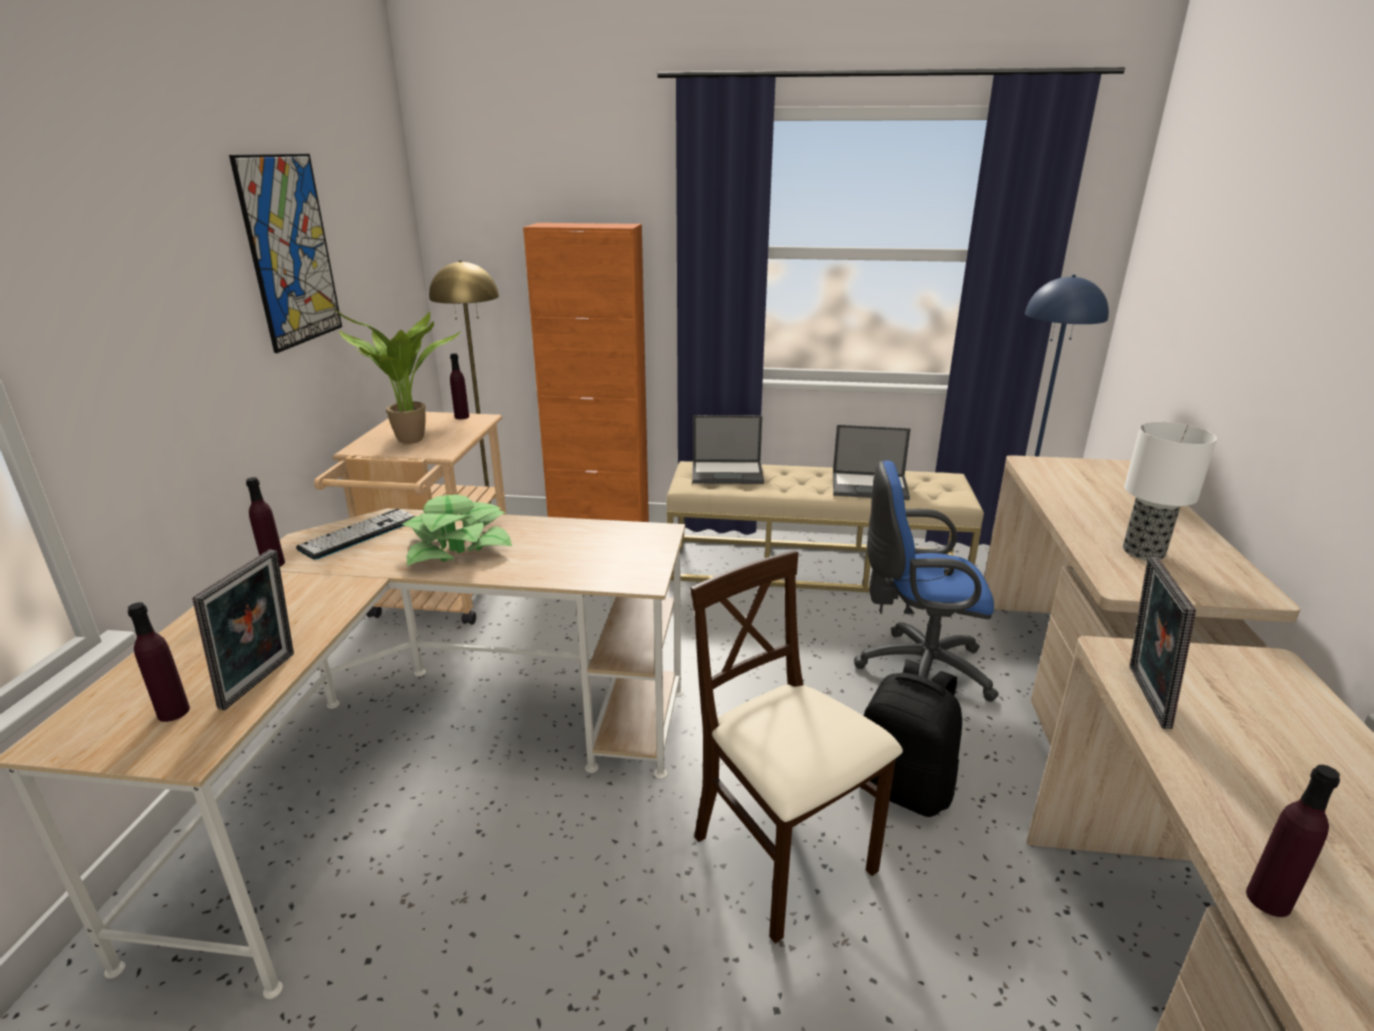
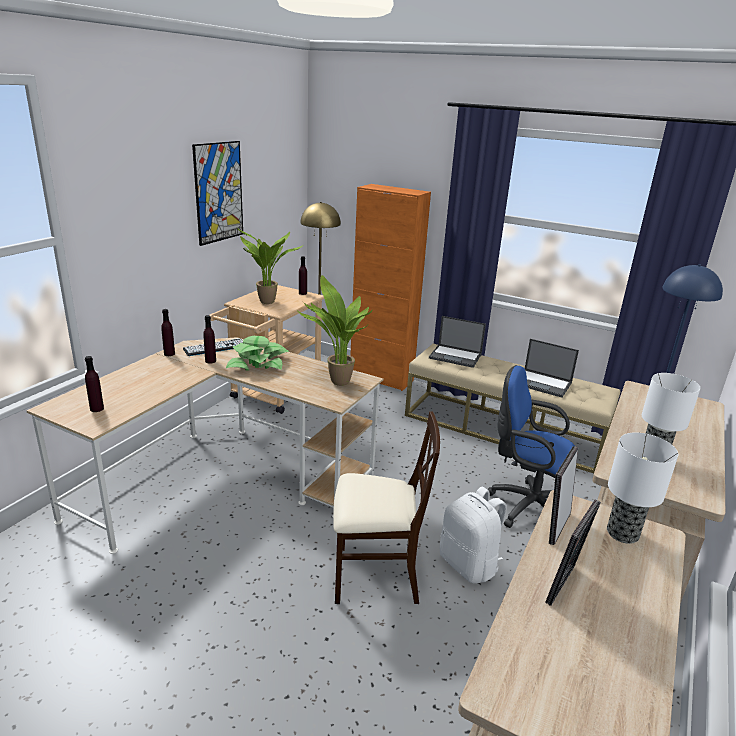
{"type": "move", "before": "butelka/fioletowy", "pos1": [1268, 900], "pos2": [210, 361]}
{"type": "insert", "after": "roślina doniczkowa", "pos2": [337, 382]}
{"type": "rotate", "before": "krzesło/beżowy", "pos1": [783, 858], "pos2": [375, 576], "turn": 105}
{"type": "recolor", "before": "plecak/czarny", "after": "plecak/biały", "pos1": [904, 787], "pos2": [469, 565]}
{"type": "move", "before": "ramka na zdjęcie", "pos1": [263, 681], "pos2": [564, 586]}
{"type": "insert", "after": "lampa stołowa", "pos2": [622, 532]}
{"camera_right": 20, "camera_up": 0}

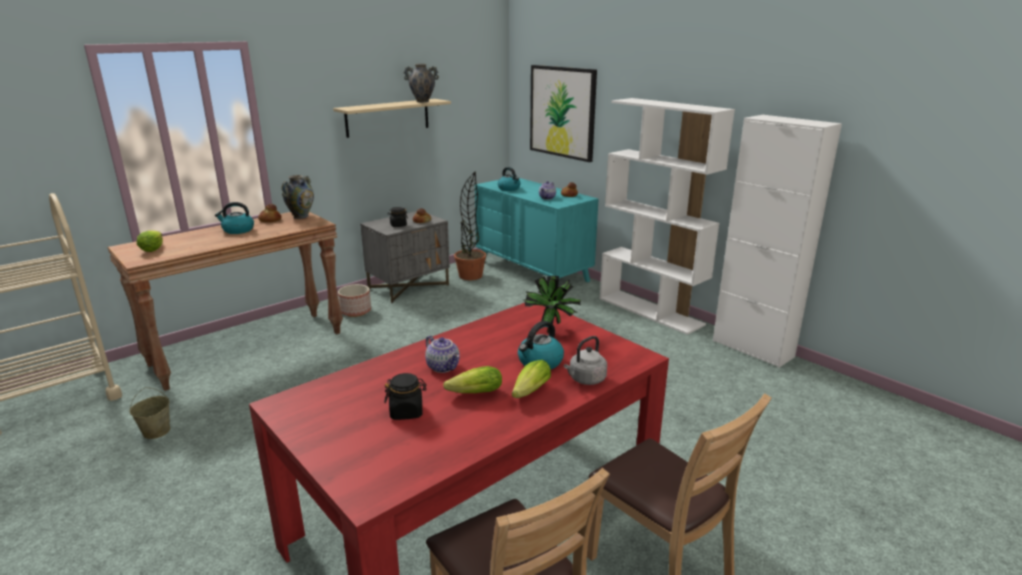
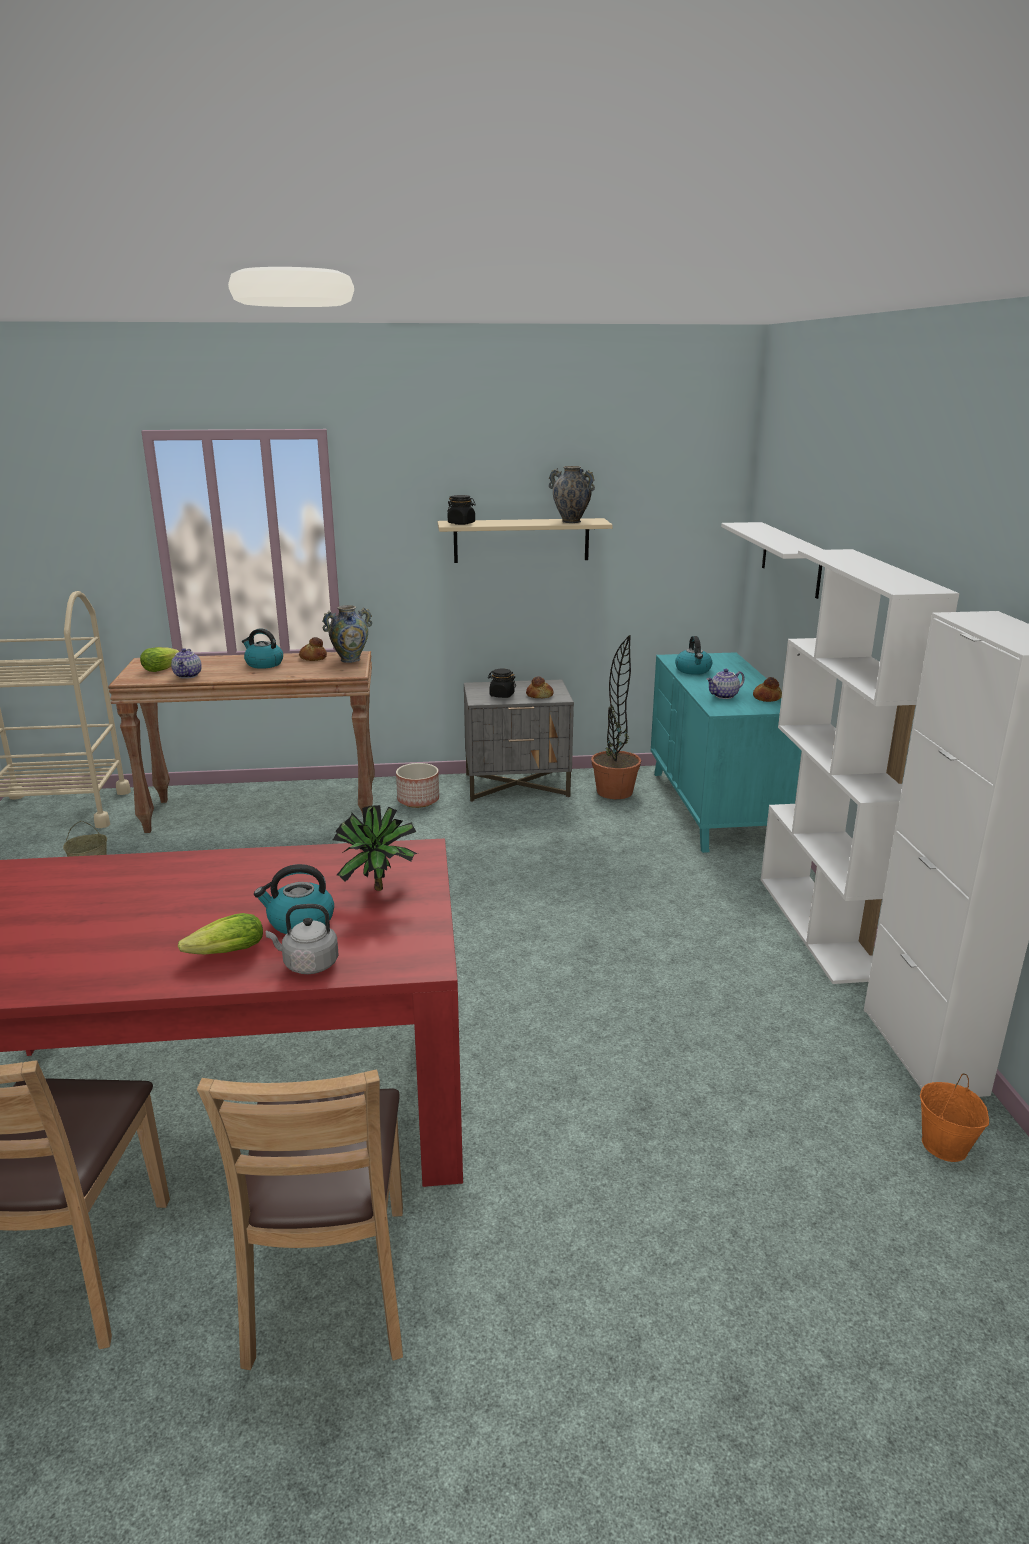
{"type": "move", "before": "imbryk", "pos1": [444, 367], "pos2": [188, 675]}
{"type": "move", "before": "słoik/czarny", "pos1": [406, 412], "pos2": [461, 523]}
{"type": "replace", "before": "obraz", "after": "półka/biały", "pos1": [562, 112], "pos2": [791, 559]}
{"type": "insert", "after": "wiadro/pomarańczowy", "pos2": [945, 1146]}
{"type": "delete", "before": "sałata", "pos1": [472, 394]}
{"camera_right": 35, "camera_up": 0}

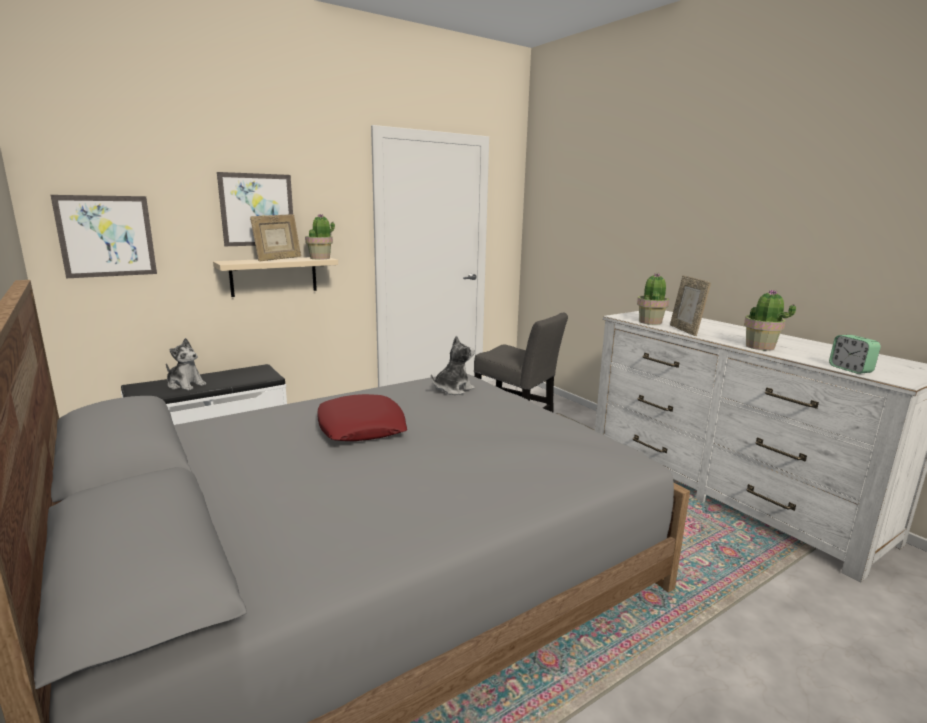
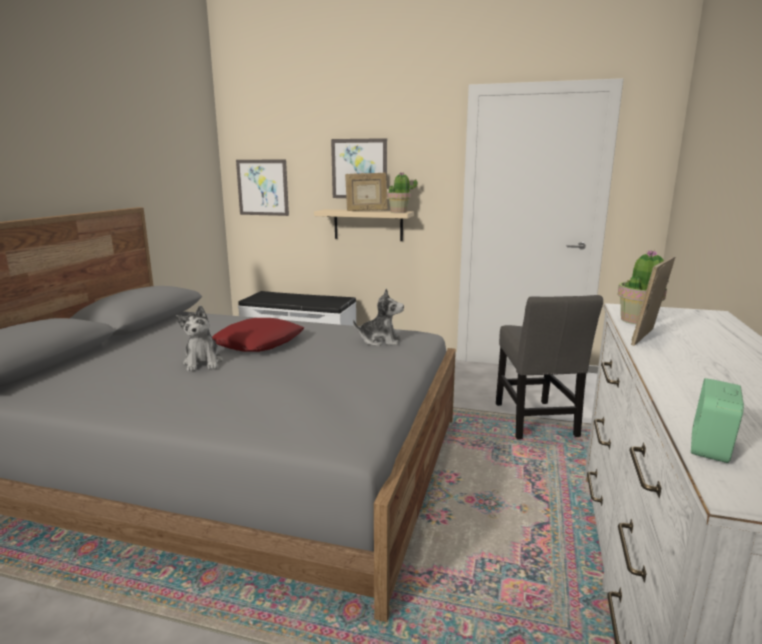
{"type": "move", "before": "pluszak", "pos1": [185, 385], "pos2": [203, 363]}
{"type": "delete", "before": "roślina doniczkowa", "pos1": [760, 347]}
{"camera_right": 50, "camera_up": 0}

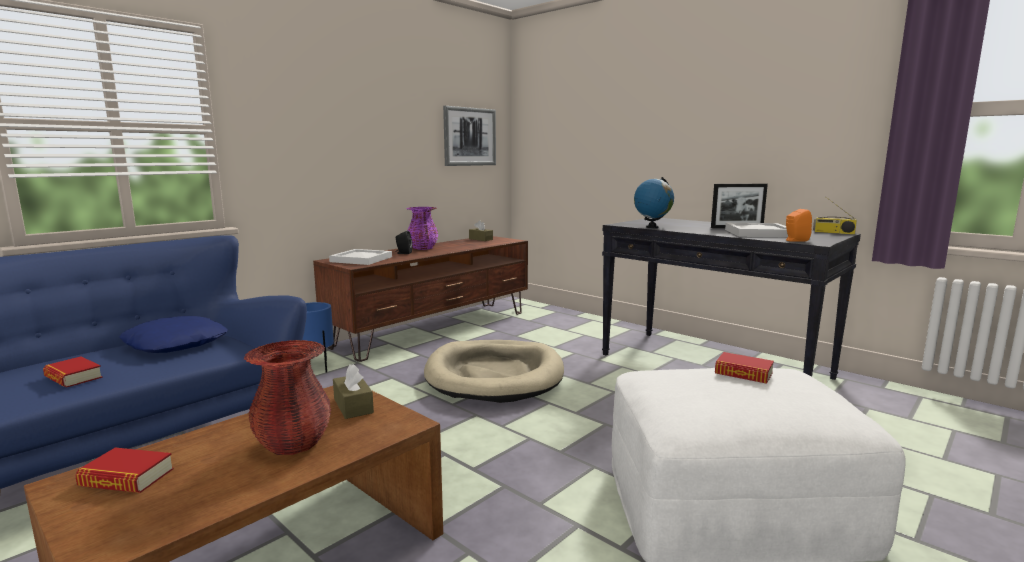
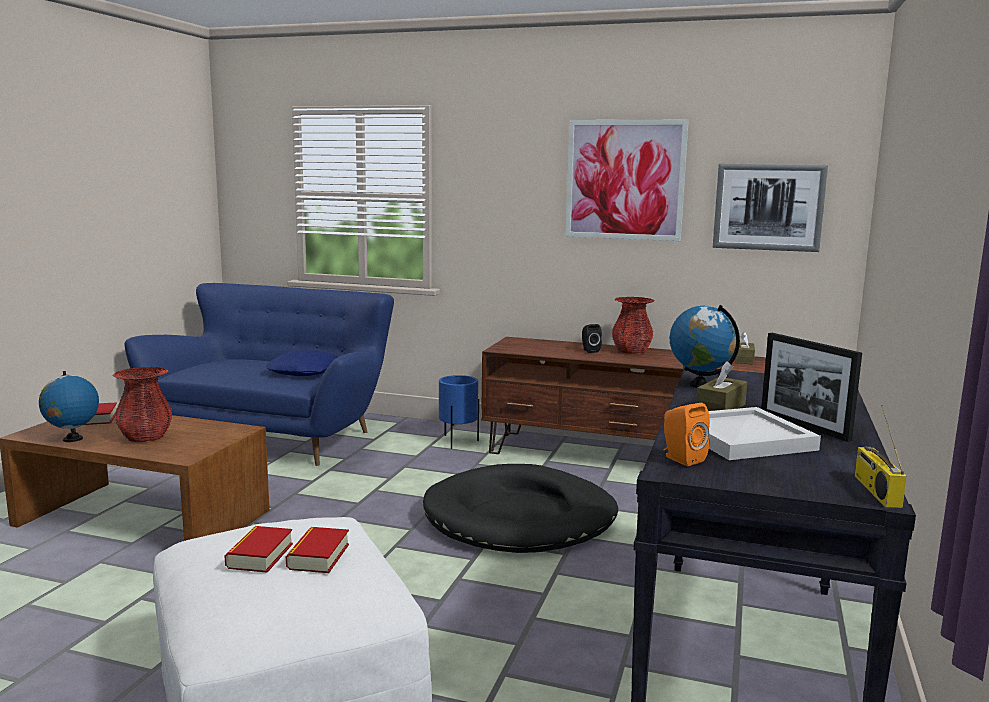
{"type": "insert", "after": "globus", "pos2": [72, 439]}
{"type": "move", "before": "książka", "pos1": [73, 377], "pos2": [260, 556]}
{"type": "recolor", "before": "legowisko/beżowy", "after": "legowisko/czarny", "pos1": [494, 375], "pos2": [520, 517]}
{"type": "insert", "after": "obraz", "pos2": [625, 180]}
{"type": "recolor", "before": "wazon/fioletowy", "after": "wazon/czerwony", "pos1": [422, 248], "pos2": [631, 351]}
{"type": "move", "before": "pudełko chusteczek/brązowy", "pos1": [353, 406], "pos2": [720, 408]}
{"type": "delete", "before": "taca/biały", "pos1": [361, 259]}
{"camera_right": 65, "camera_up": 0}

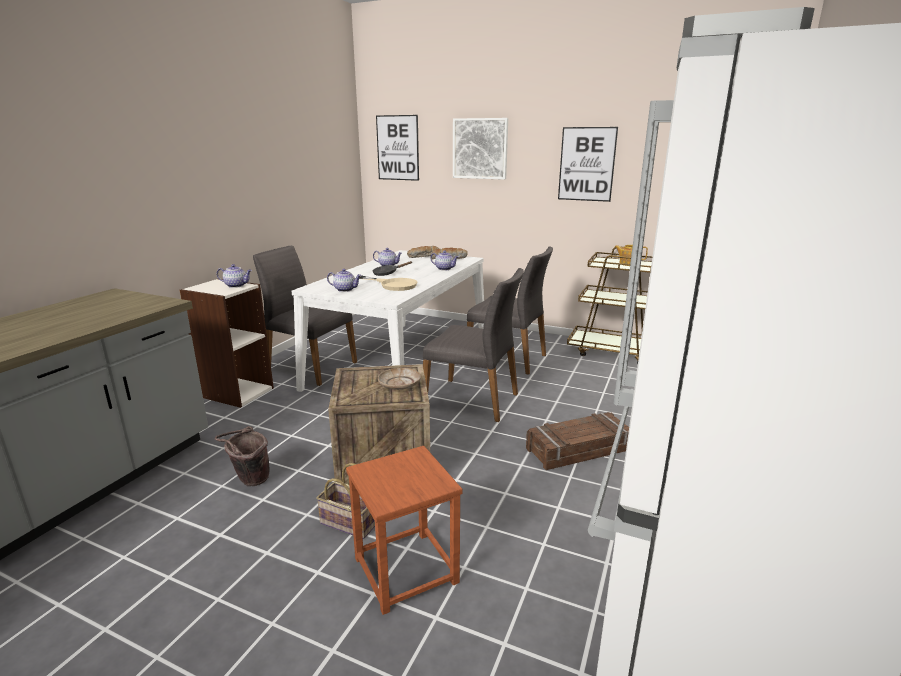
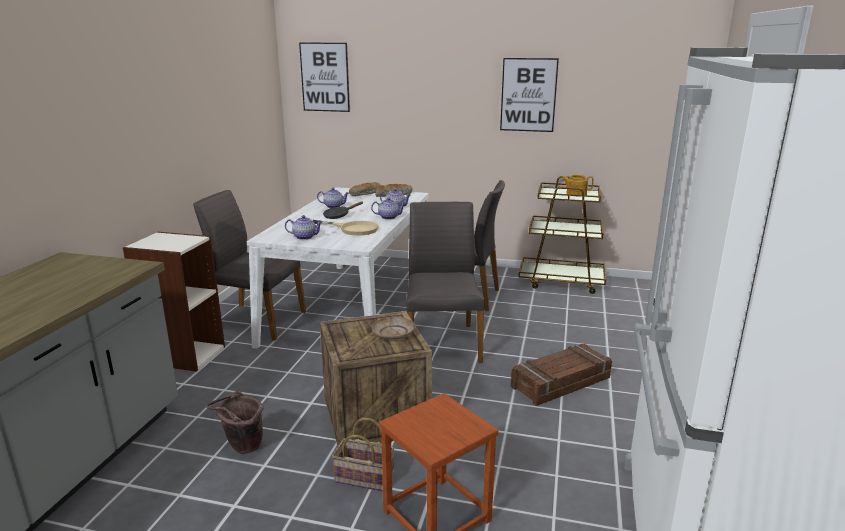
{"type": "move", "before": "imbryk", "pos1": [236, 285], "pos2": [389, 217]}
{"type": "rotate", "before": "krzesło/szary", "pos1": [473, 400], "pos2": [442, 342], "turn": -105}
{"type": "delete", "before": "obraz", "pos1": [480, 148]}
{"camera_right": -10, "camera_up": 0}

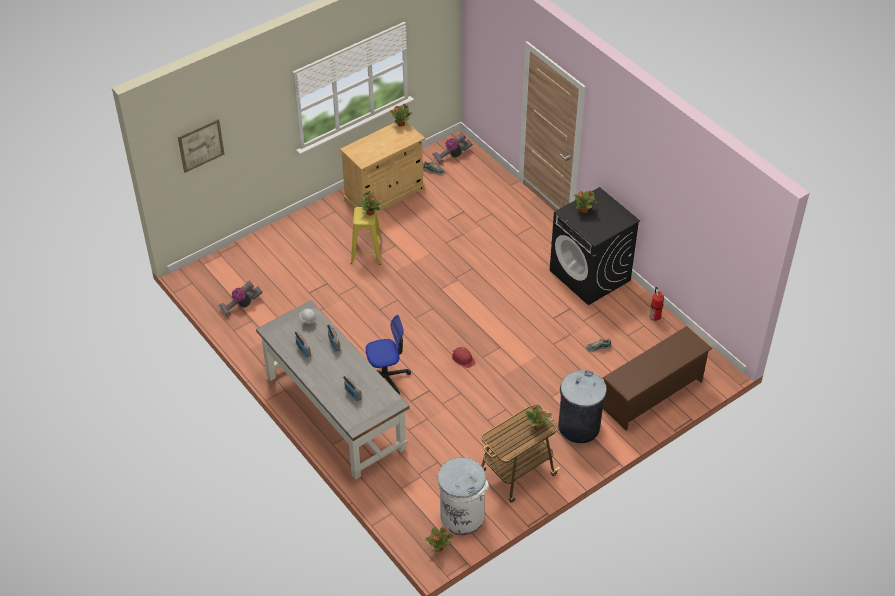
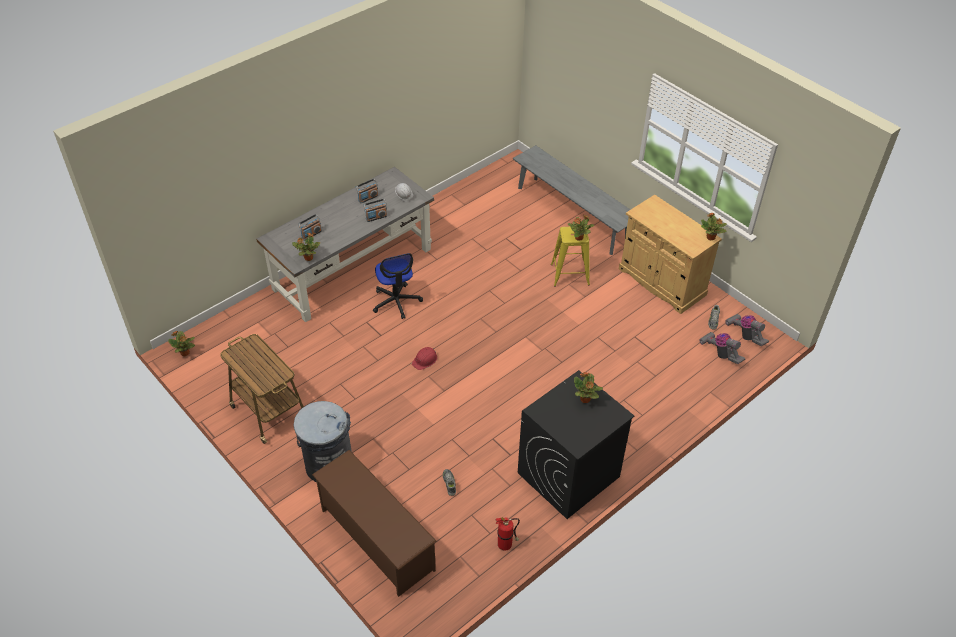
{"type": "move", "before": "roślina doniczkowa", "pos1": [538, 427], "pos2": [308, 258]}
{"type": "insert", "after": "ławka/szary", "pos2": [572, 215]}
{"type": "move", "before": "odkurzacz", "pos1": [241, 305], "pos2": [720, 353]}
{"type": "delete", "before": "obraz", "pos1": [201, 145]}
{"type": "delete", "before": "kosz na śmieci/biały", "pos1": [462, 516]}
{"camera_right": 85, "camera_up": 0}

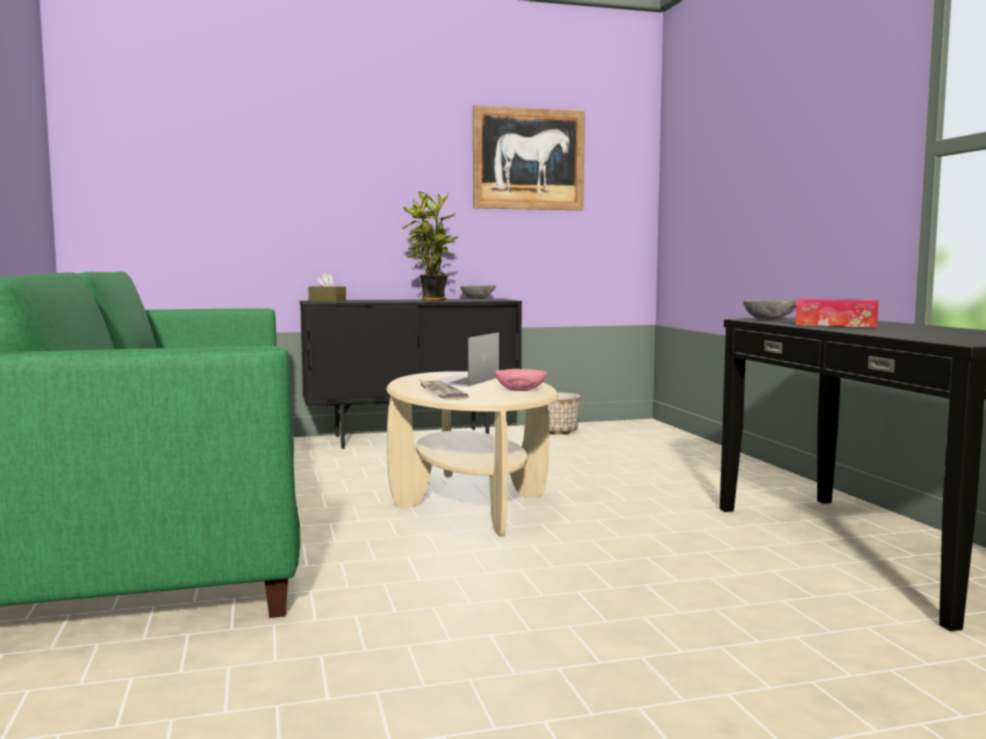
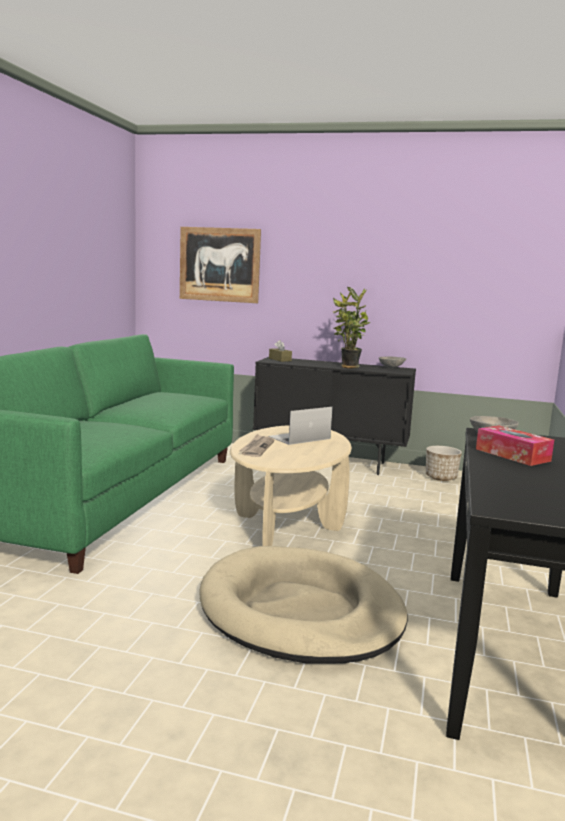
{"type": "move", "before": "obraz", "pos1": [528, 159], "pos2": [219, 264]}
{"type": "insert", "after": "legowisko/beżowy", "pos2": [300, 611]}
{"type": "delete", "before": "miska/różowy", "pos1": [521, 390]}
{"camera_right": 30, "camera_up": 5}

